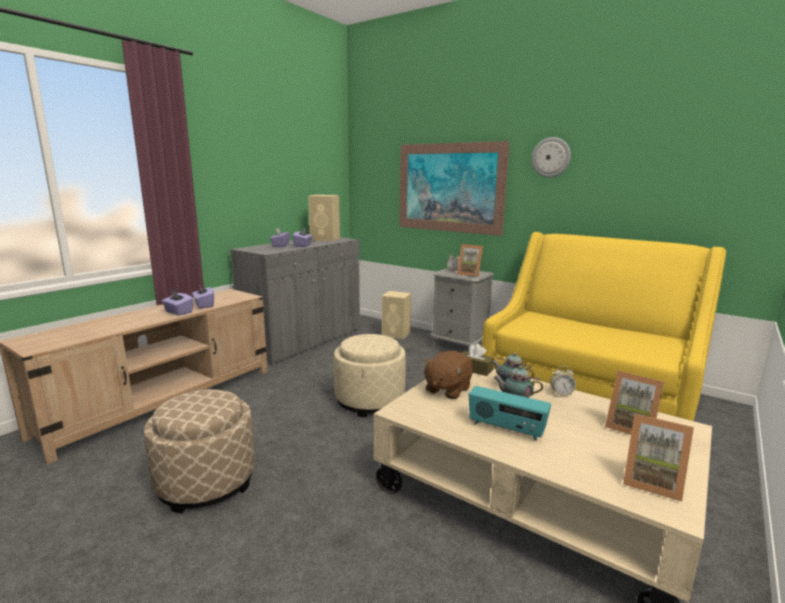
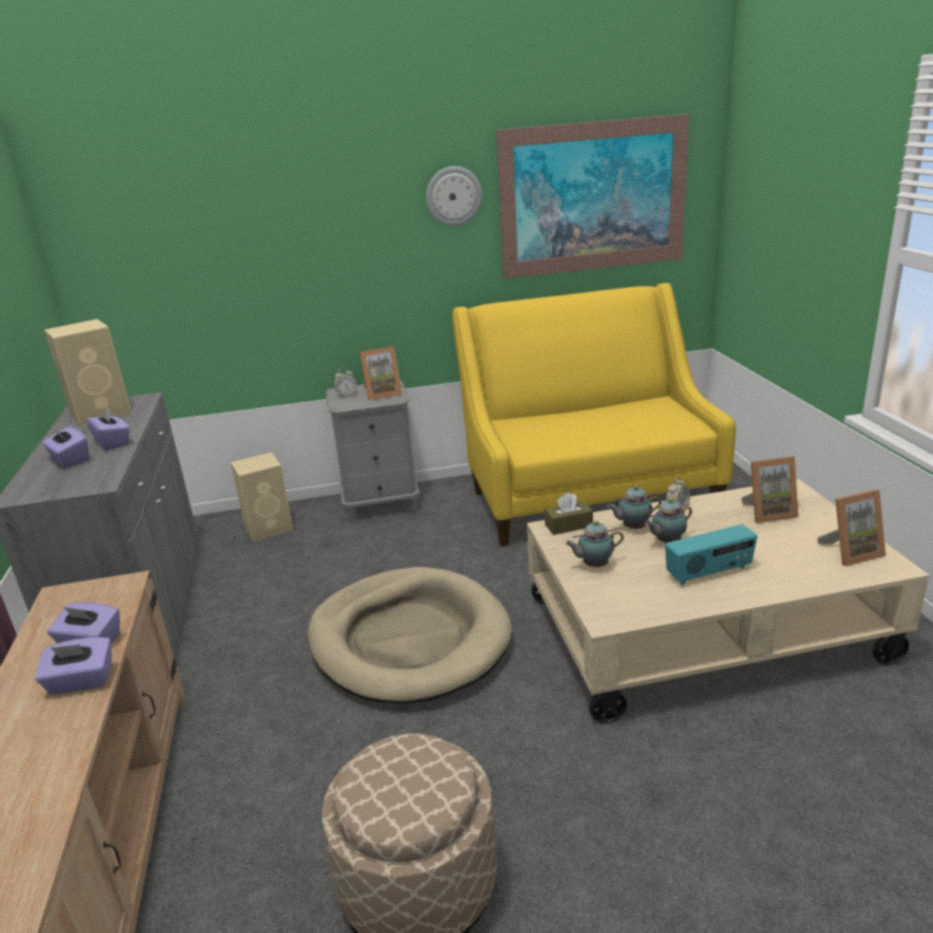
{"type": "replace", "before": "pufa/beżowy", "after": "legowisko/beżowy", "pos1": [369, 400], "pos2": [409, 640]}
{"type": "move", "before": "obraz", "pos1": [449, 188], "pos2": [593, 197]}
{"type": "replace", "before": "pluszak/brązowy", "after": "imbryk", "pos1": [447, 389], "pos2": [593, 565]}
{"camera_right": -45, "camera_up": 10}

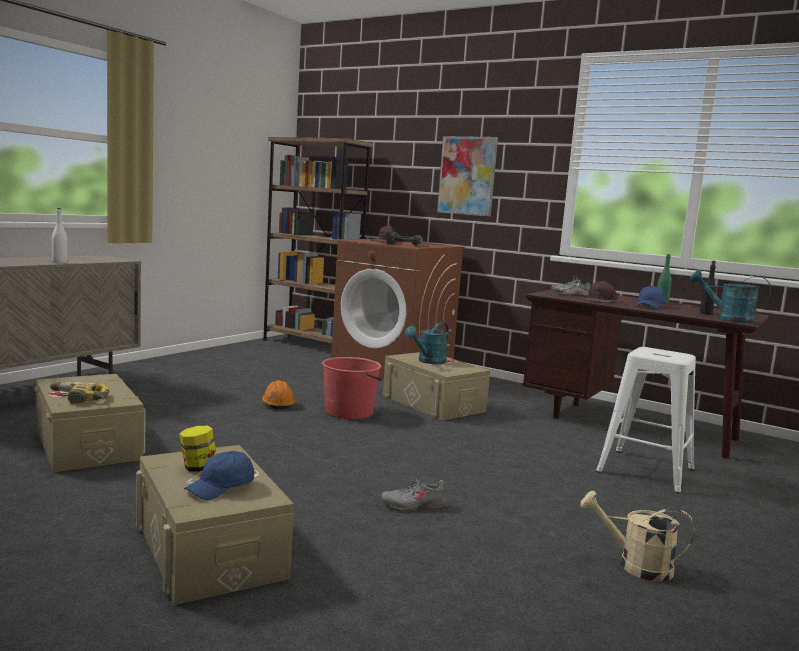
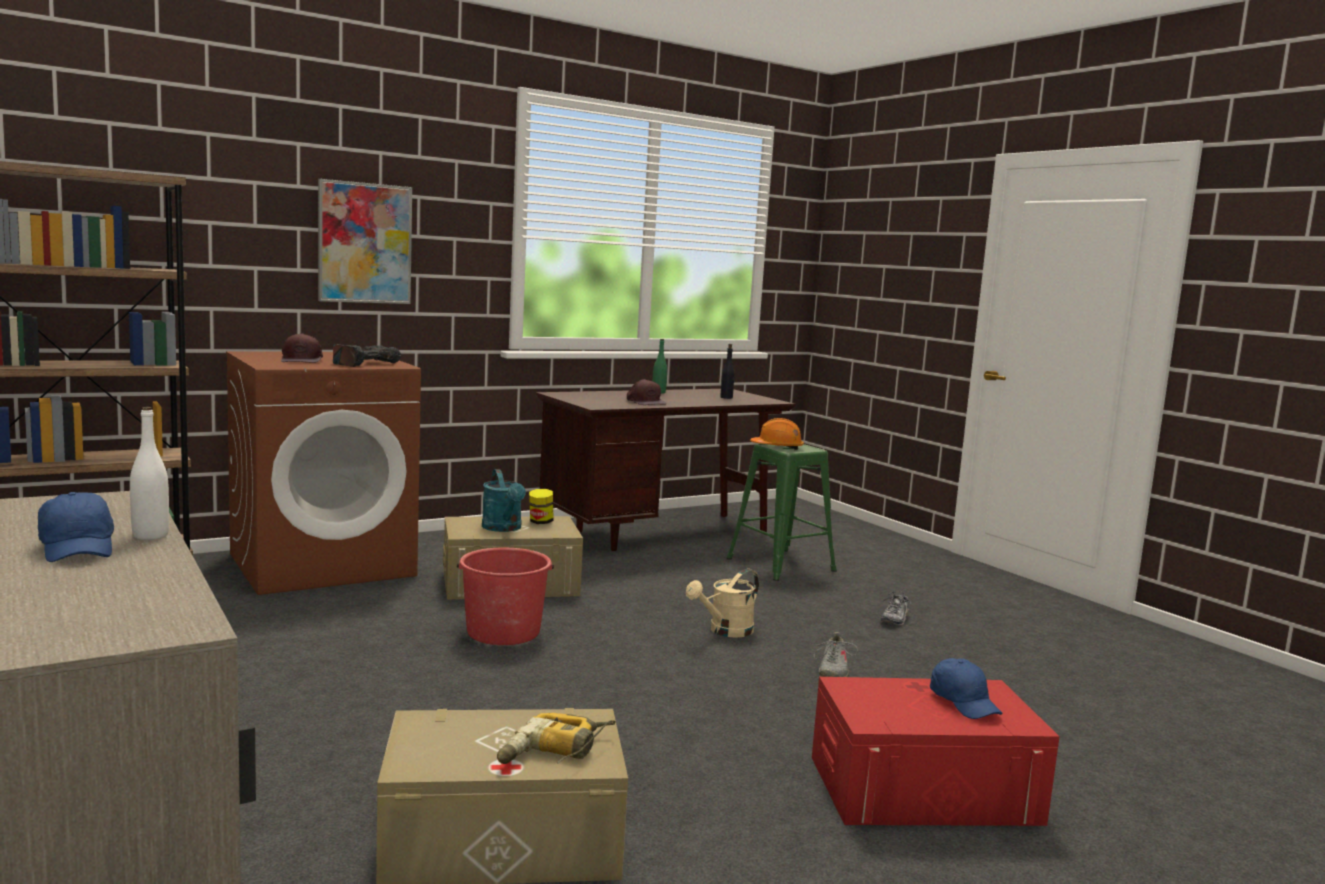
{"type": "move", "before": "czapka z daszkiem/niebieski", "pos1": [649, 306], "pos2": [78, 548]}
{"type": "move", "before": "słoik", "pos1": [198, 468], "pos2": [540, 522]}
{"type": "move", "before": "konewka/beżowy", "pos1": [635, 566], "pos2": [725, 631]}
{"type": "recolor", "before": "stołek/biały", "after": "stołek/zielony", "pos1": [644, 470], "pos2": [780, 565]}
{"type": "move", "before": "kask/pomarańczowy", "pos1": [278, 404], "pos2": [777, 447]}
{"type": "recolor", "before": "pojemnik do przechowywania/beżowy", "after": "pojemnik do przechowywania/czerwony", "pos1": [210, 549], "pos2": [923, 789]}
{"type": "move", "before": "but", "pos1": [570, 294], "pos2": [895, 619]}
{"type": "delete", "before": "konewka/turkusowy", "pos1": [728, 319]}
{"camera_right": -65, "camera_up": 0}

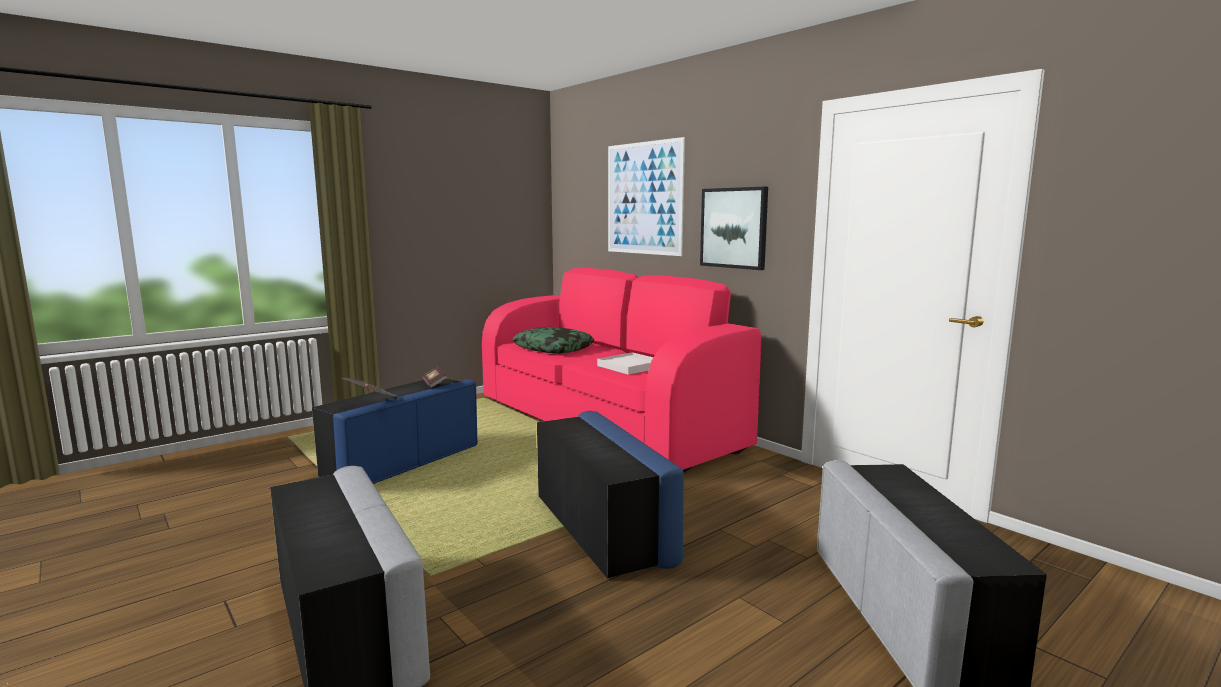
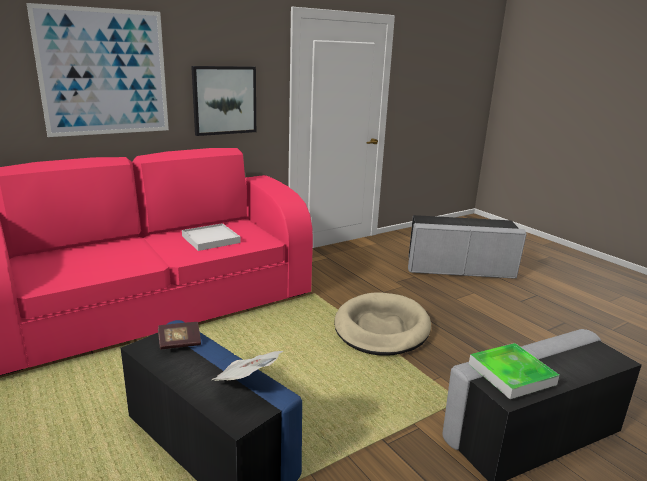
{"type": "replace", "before": "pufa/niebieski", "after": "legowisko/beżowy", "pos1": [602, 527], "pos2": [381, 328]}
{"type": "insert", "after": "taca", "pos2": [511, 374]}
{"type": "delete", "before": "poduszka", "pos1": [553, 348]}
{"camera_right": -85, "camera_up": 10}

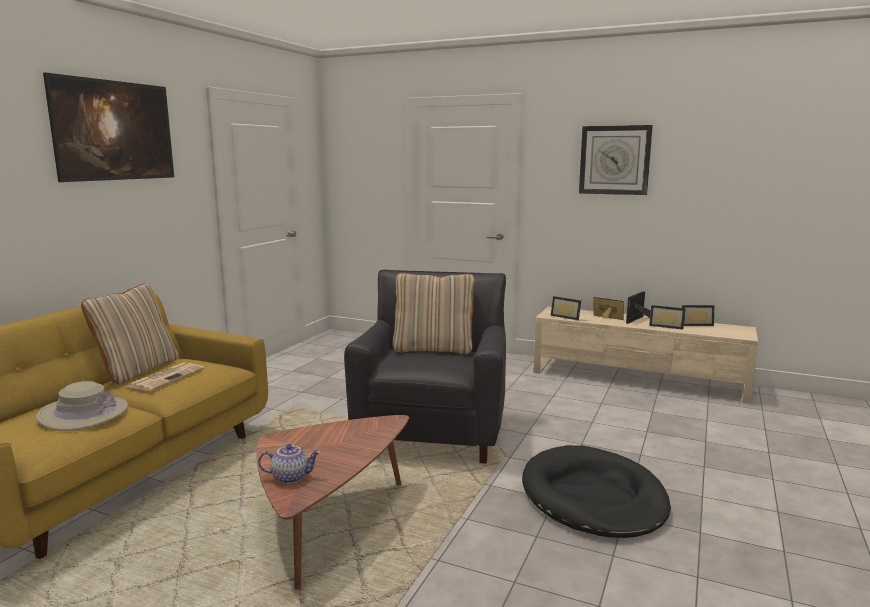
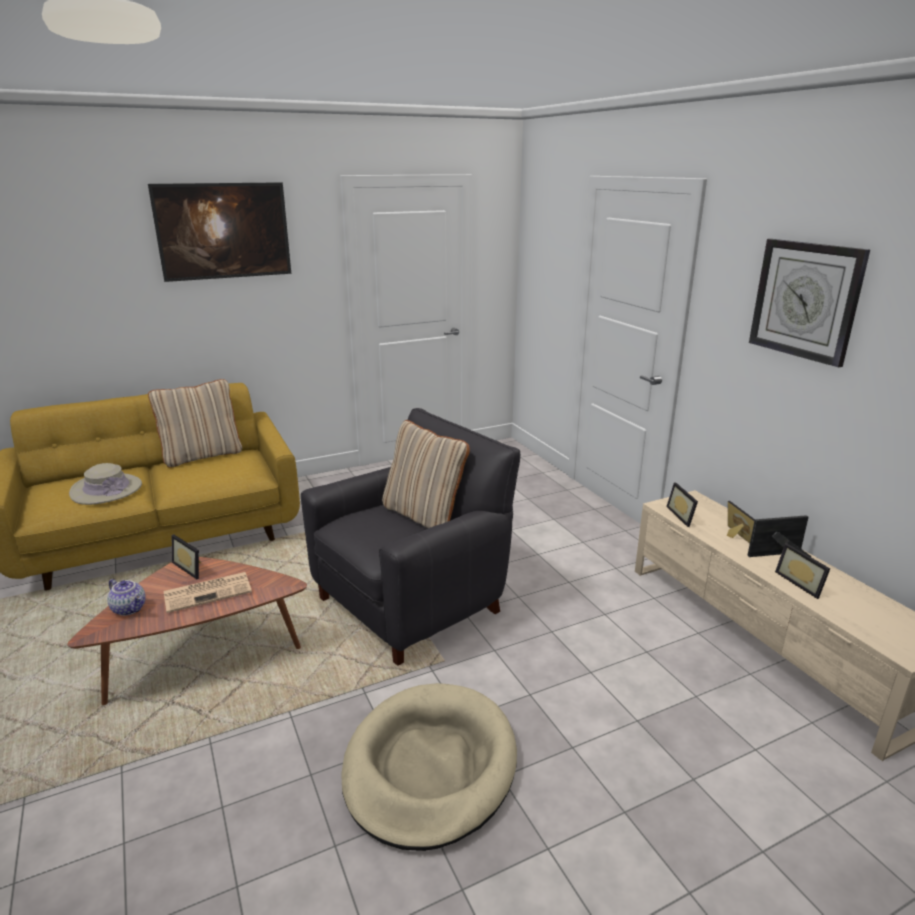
{"type": "move", "before": "gazeta", "pos1": [166, 377], "pos2": [209, 592]}
{"type": "move", "before": "ramka na zdjęcie", "pos1": [695, 324], "pos2": [192, 567]}
{"type": "recolor", "before": "legowisko/czarny", "after": "legowisko/beżowy", "pos1": [593, 497], "pos2": [430, 767]}
{"camera_right": 40, "camera_up": 10}

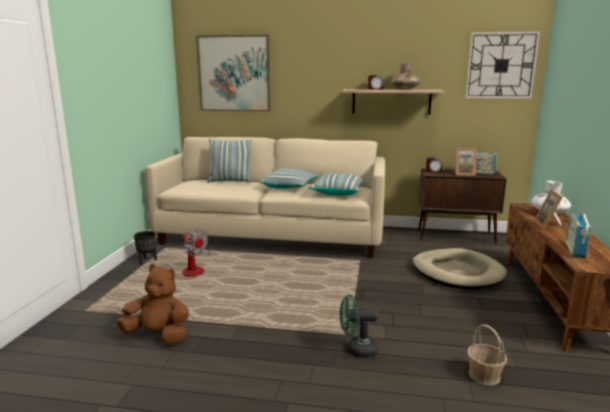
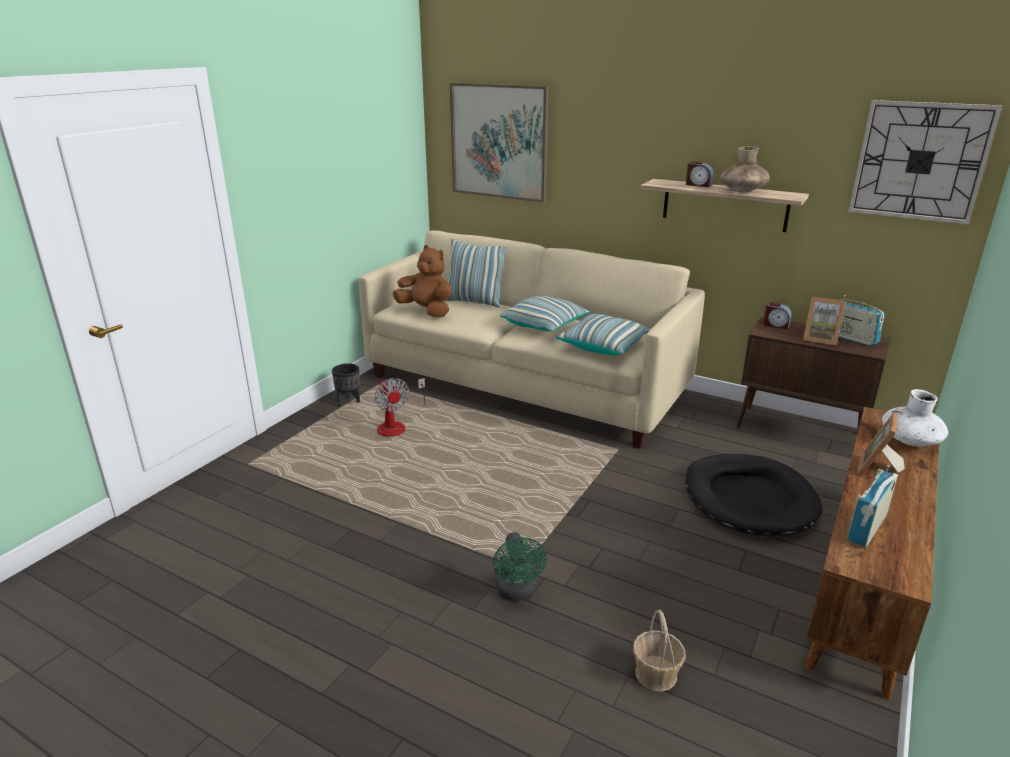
{"type": "move", "before": "pluszak/brązowy", "pos1": [158, 336], "pos2": [426, 311]}
{"type": "rotate", "before": "wentylator/zielony", "pos1": [357, 350], "pos2": [517, 593], "turn": -120}
{"type": "recolor", "before": "legowisko/beżowy", "after": "legowisko/czarny", "pos1": [457, 272], "pos2": [749, 499]}
{"camera_right": 20, "camera_up": 10}

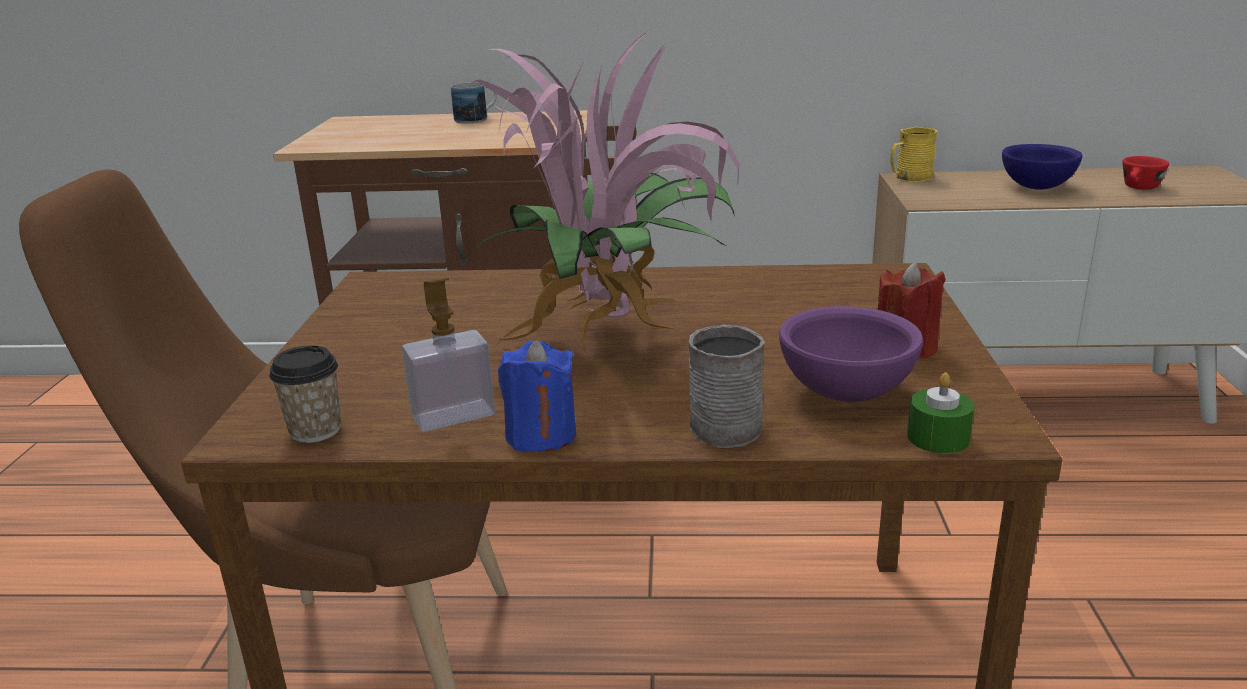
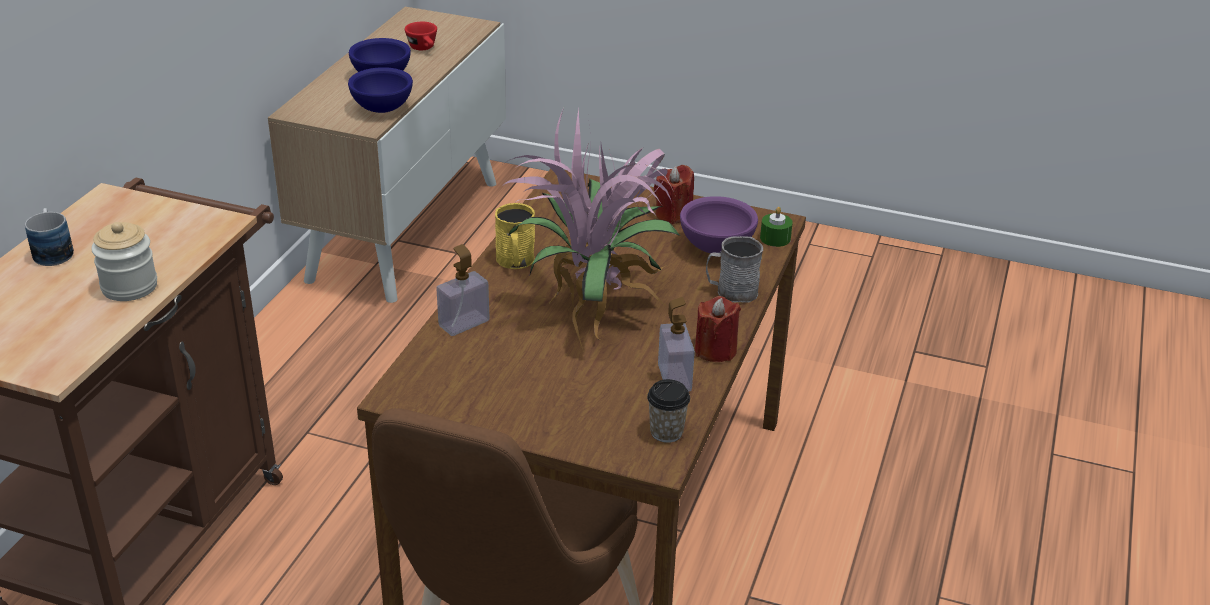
{"type": "insert", "after": "słoik", "pos2": [129, 287]}
{"type": "insert", "after": "miska/niebieski", "pos2": [381, 109]}
{"type": "insert", "after": "dozownik mydła", "pos2": [464, 323]}
{"type": "move", "before": "kubek/żółty", "pos1": [909, 178], "pos2": [515, 262]}
{"type": "recolor", "before": "świeca/niebieski", "after": "świeca/czerwony", "pos1": [541, 435], "pos2": [715, 350]}
{"camera_right": -75, "camera_up": 10}

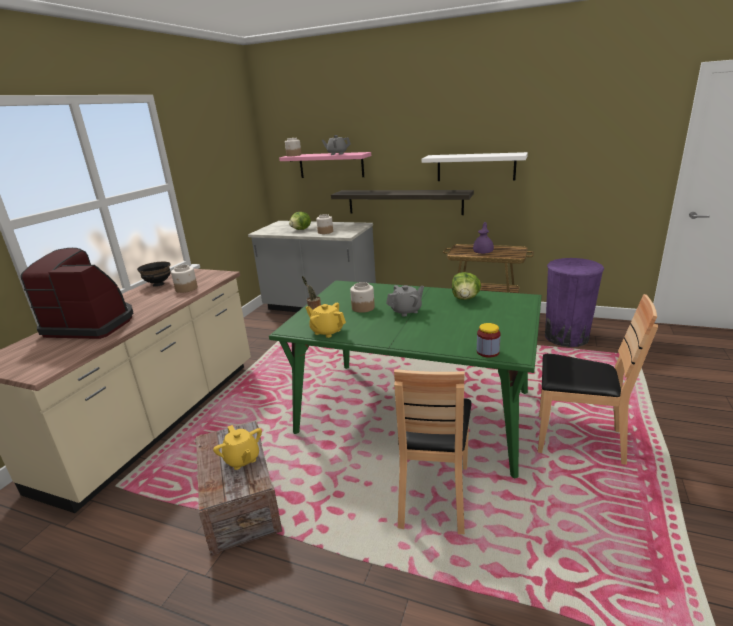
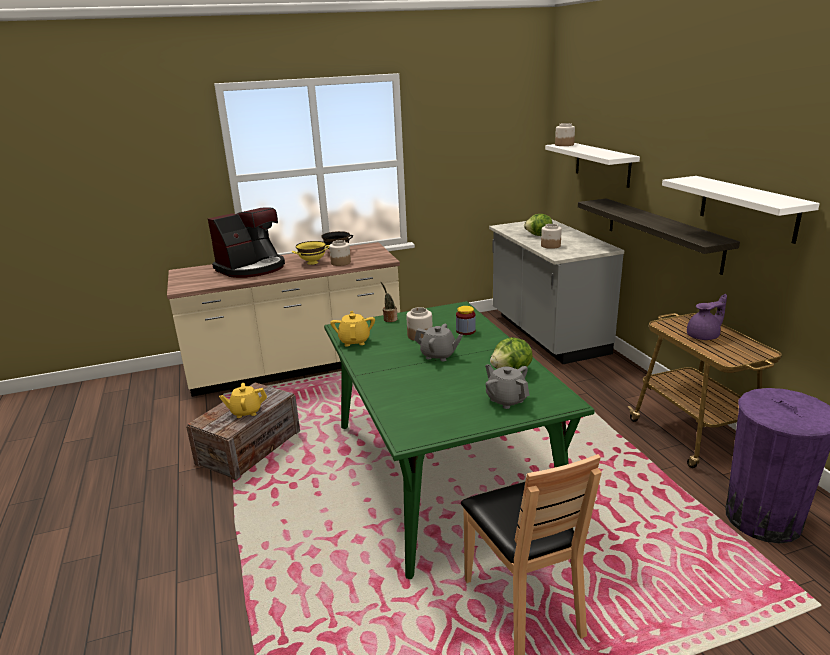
{"type": "rotate", "before": "ekspres do kawy", "pos1": [92, 324], "pos2": [252, 268], "turn": 75}
{"type": "rotate", "before": "imbryk/żółty", "pos1": [242, 459], "pos2": [246, 412], "turn": 60}
{"type": "insert", "after": "miska/żółty", "pos2": [312, 262]}
{"type": "move", "before": "słoik", "pos1": [487, 352], "pos2": [465, 331]}
{"type": "move", "before": "imbryk/szary", "pos1": [337, 154], "pos2": [506, 400]}
{"type": "recolor", "before": "półka/różowy", "after": "półka/biały", "pos1": [331, 165], "pos2": [602, 164]}
{"type": "delete", "before": "krzesło/brązowy", "pos1": [432, 494]}
{"camera_right": 50, "camera_up": 0}

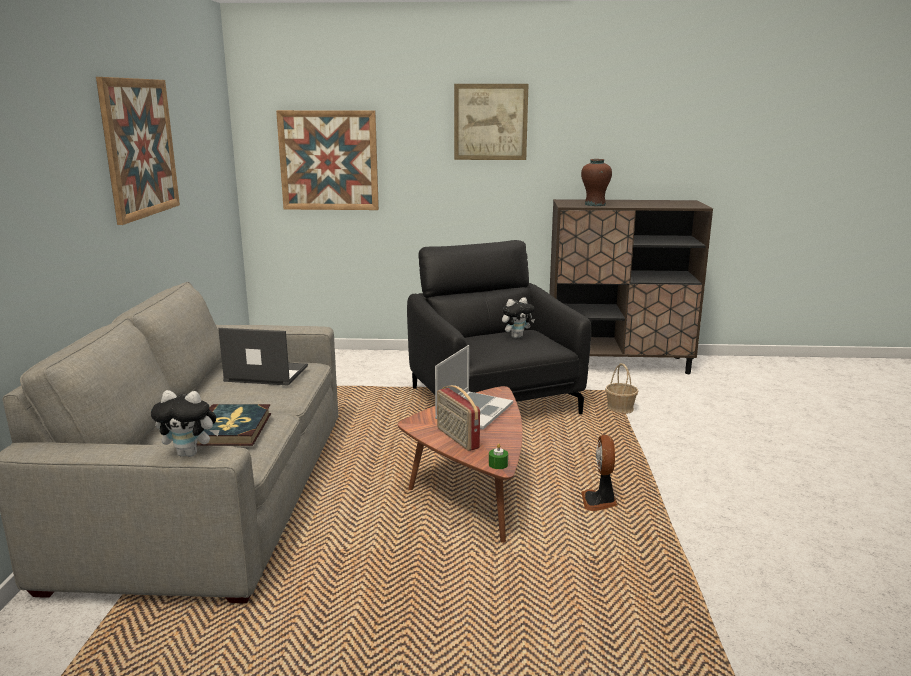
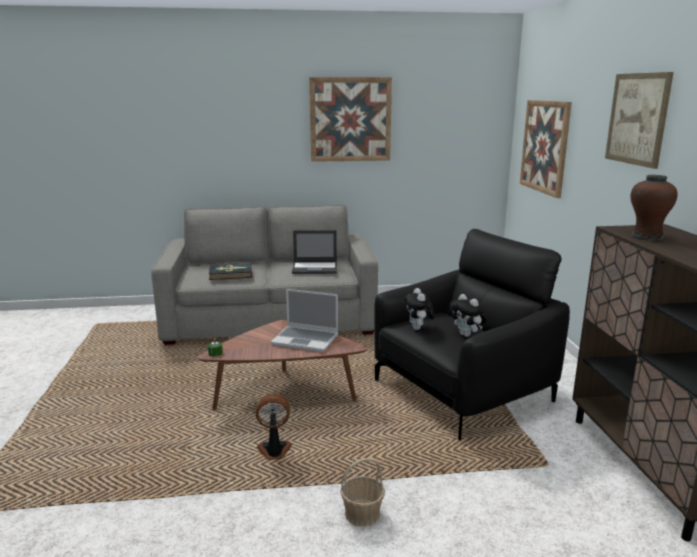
{"type": "rotate", "before": "laptop", "pos1": [265, 374], "pos2": [315, 268], "turn": 90}
{"type": "move", "before": "koszyk", "pos1": [620, 408], "pos2": [362, 514]}
{"type": "move", "before": "pluszak", "pos1": [190, 453], "pos2": [418, 329]}
{"type": "delete", "before": "radio", "pos1": [457, 438]}
{"camera_right": 80, "camera_up": 0}

